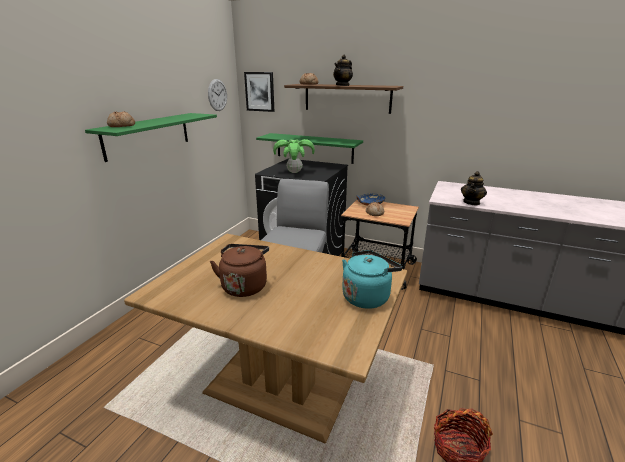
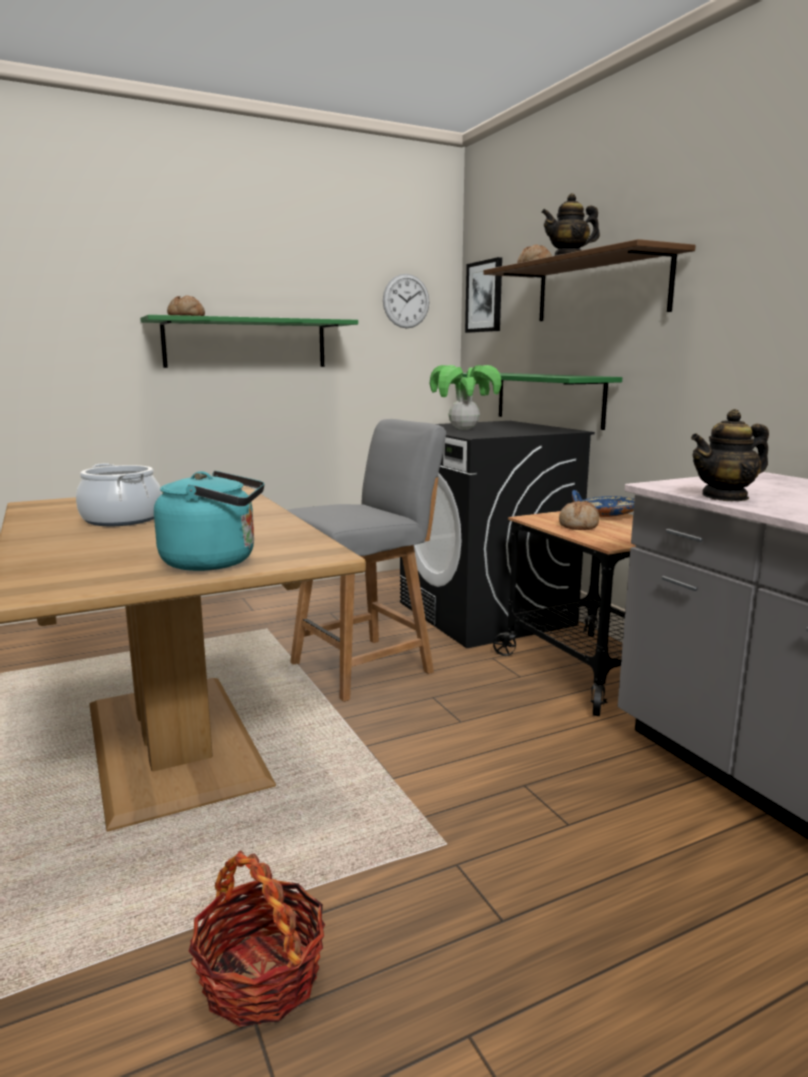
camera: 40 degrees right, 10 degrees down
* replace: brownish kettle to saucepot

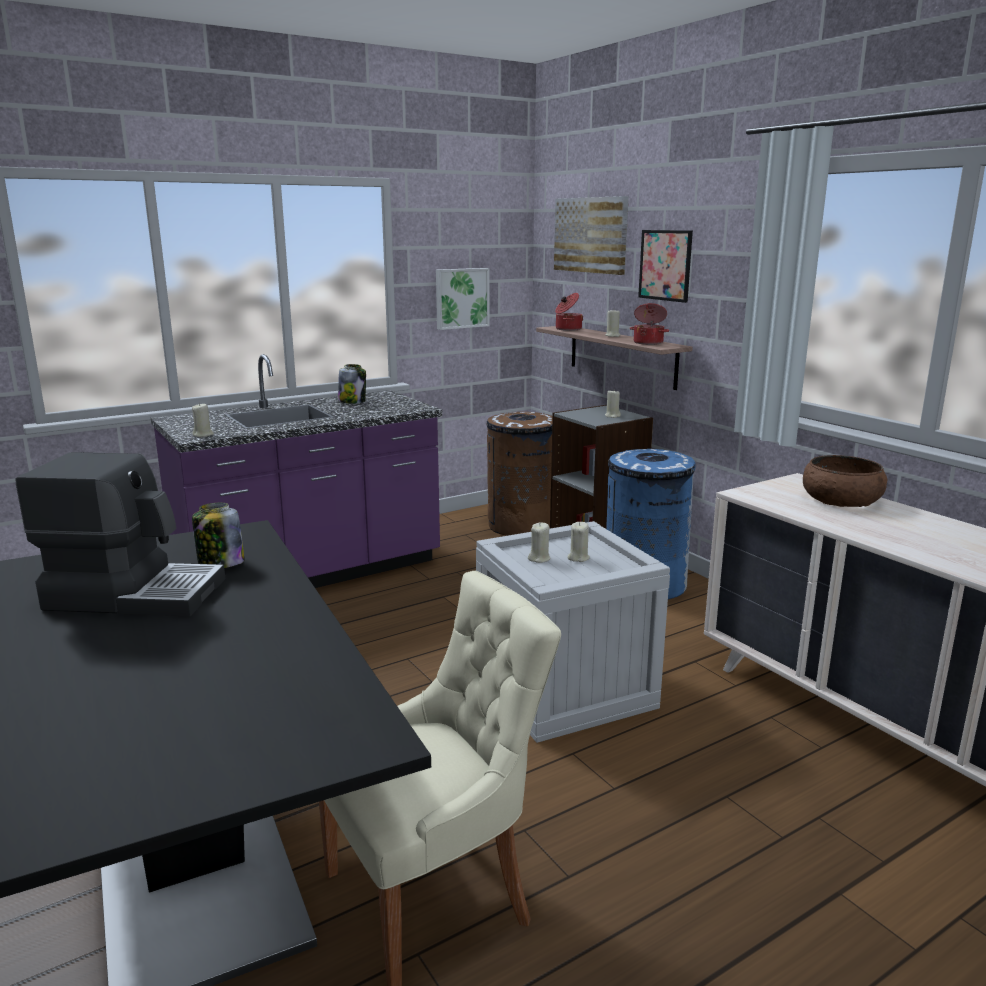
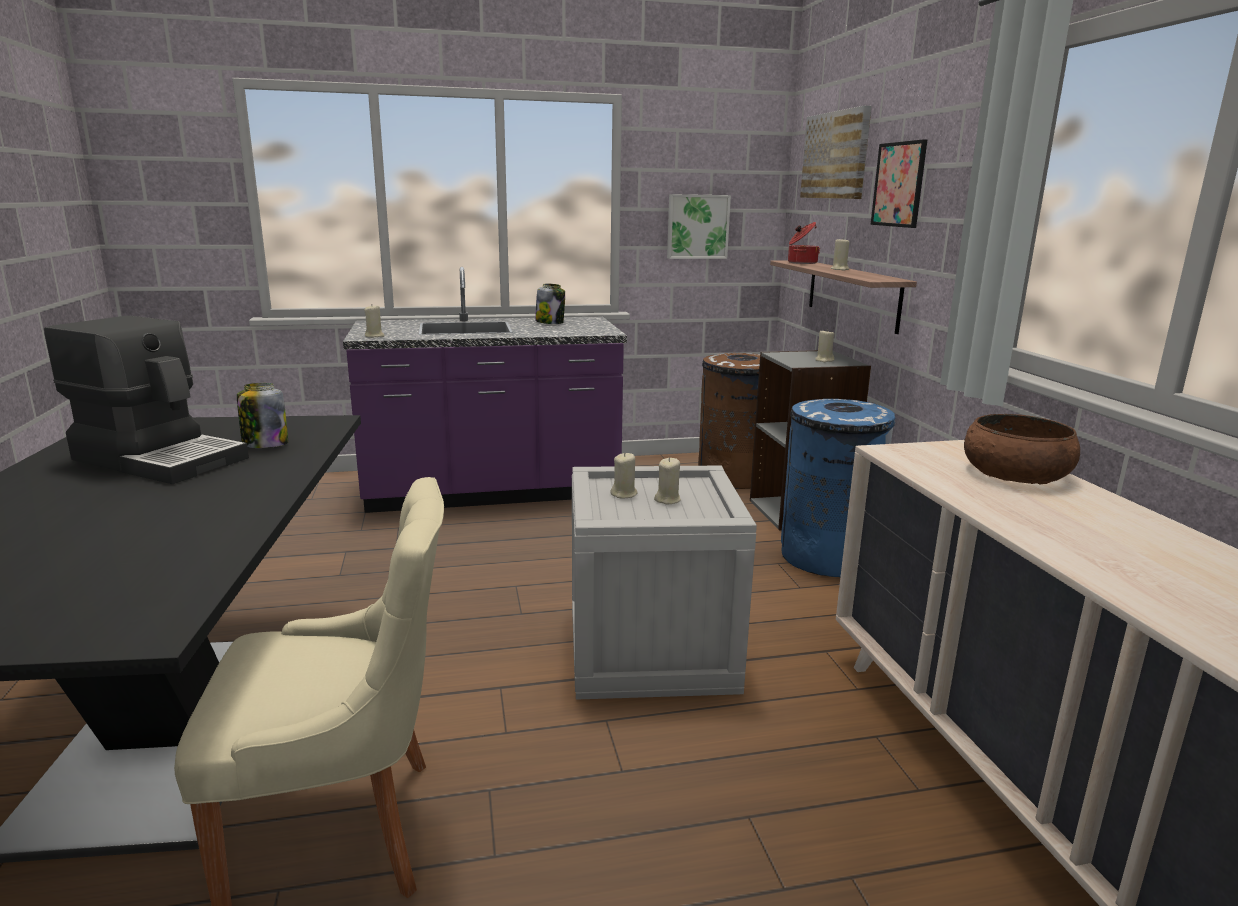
camera: 20 degrees right, 0 degrees up
* delete: saucepot (2nd from left)

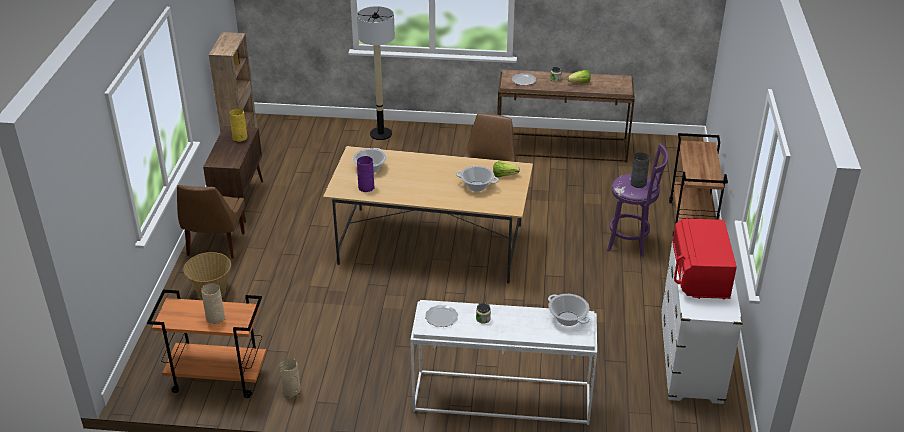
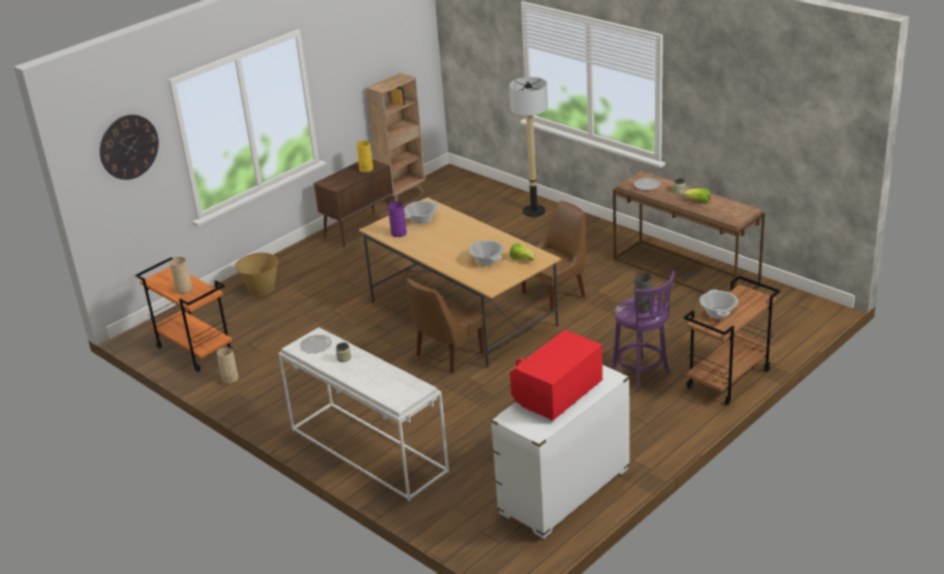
camera: 40 degrees right, 5 degrees down
* move: brownish plain chair (1st from left)
* move: saucepot (3rd from left)
* insert: hanging clock

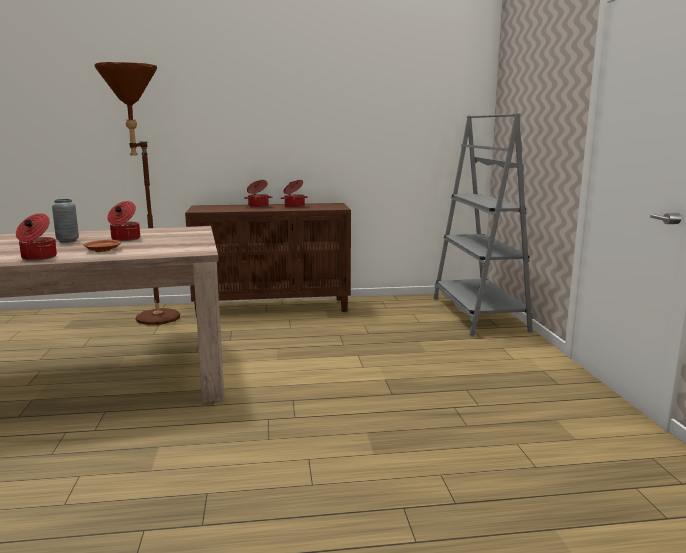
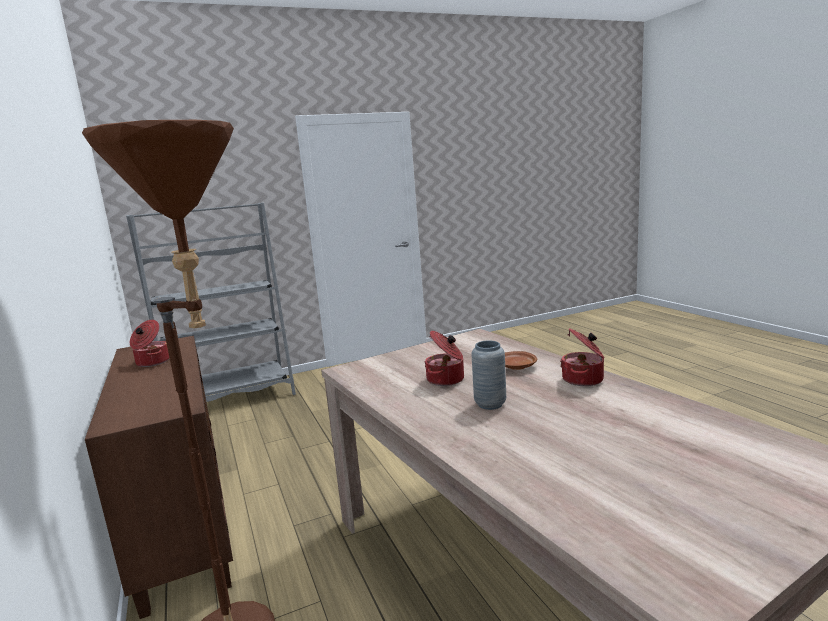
camera: 105 degrees left, 0 degrees up
* delete: saucepot (3rd from left)

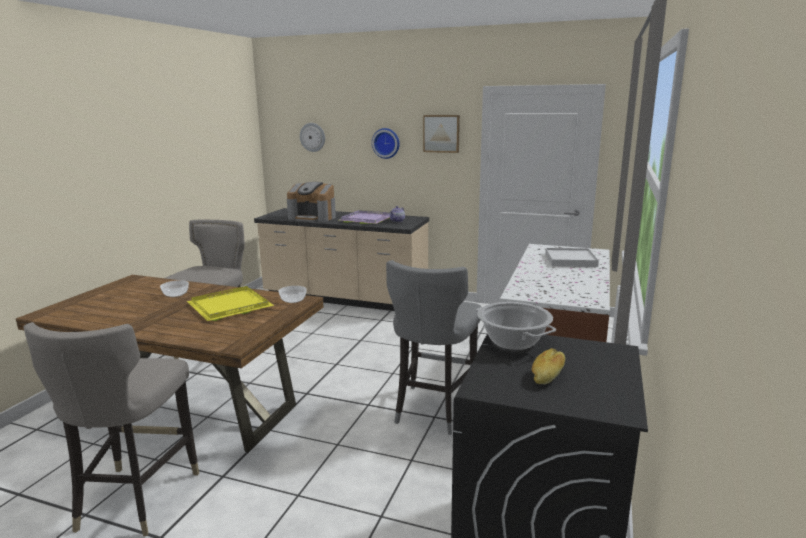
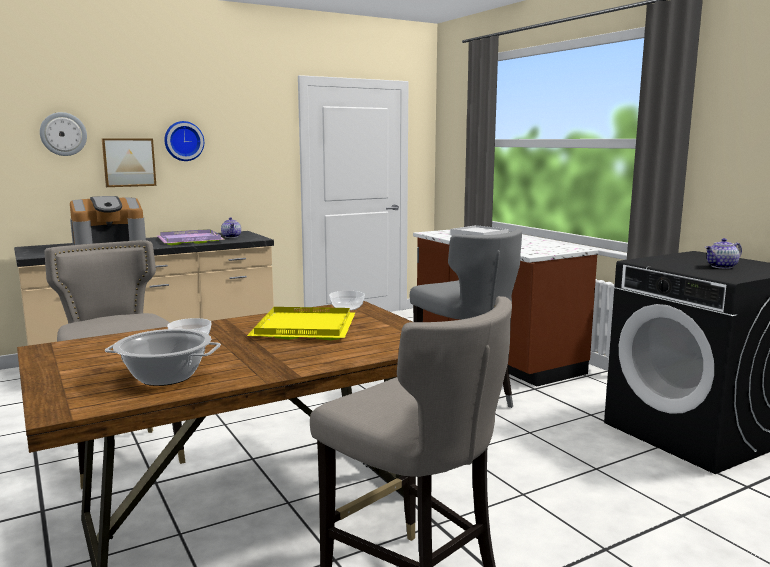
camera: 50 degrees left, 5 degrees down
* move: wall art
* move: saucepot
* replace: baked bread to teapot (2nd from left)

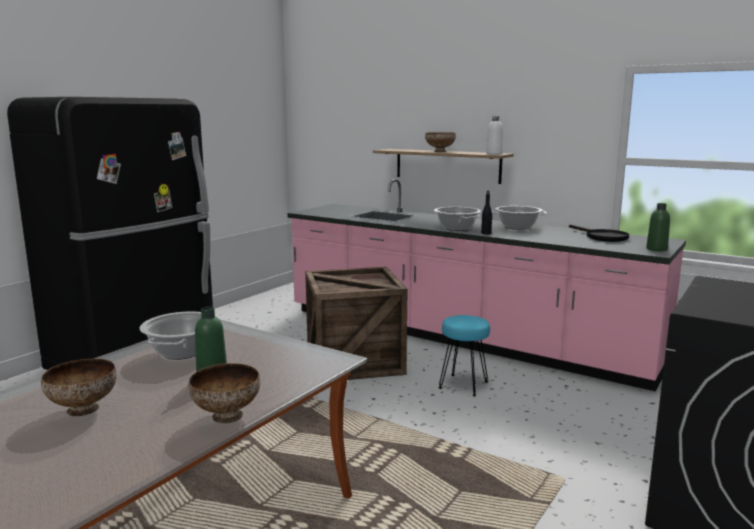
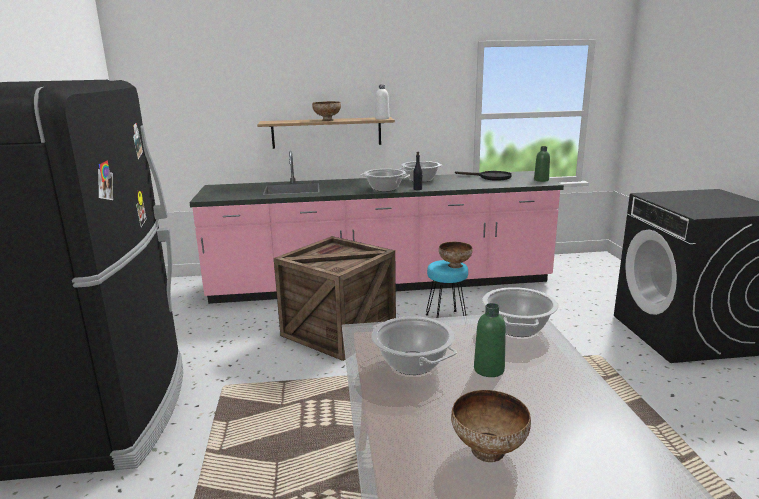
camera: 40 degrees left, 5 degrees up
* move: serving bowl (2nd from left)
* insert: saucepot (4th from left)

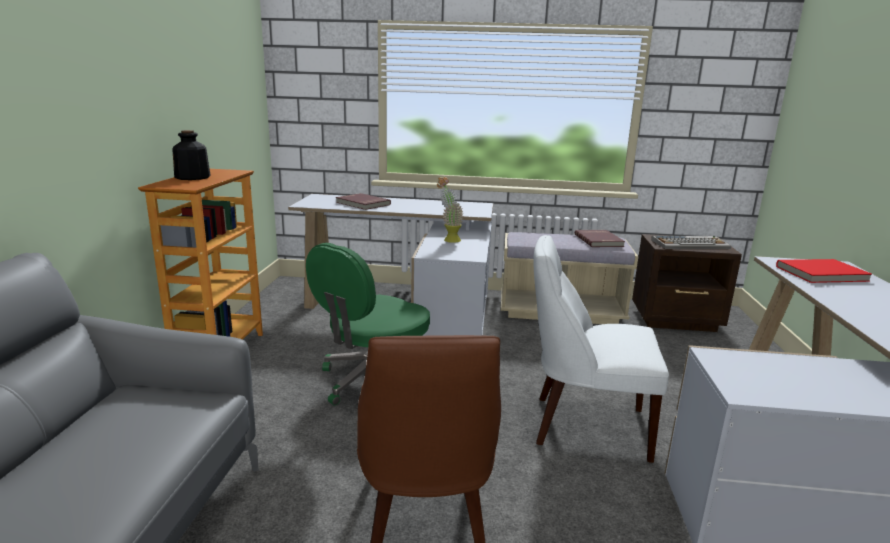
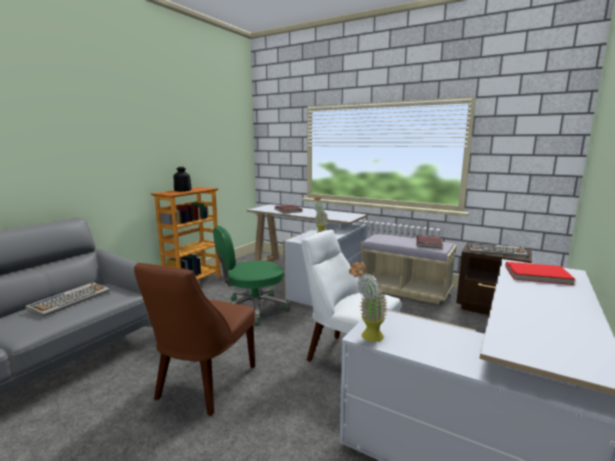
camera: 25 degrees right, 5 degrees down
* insert: PC keyboard (1st from left)
* insert: plant in a pot (2nd from left)

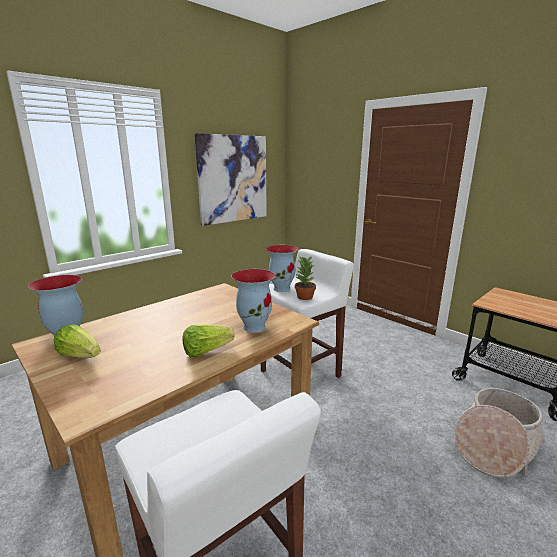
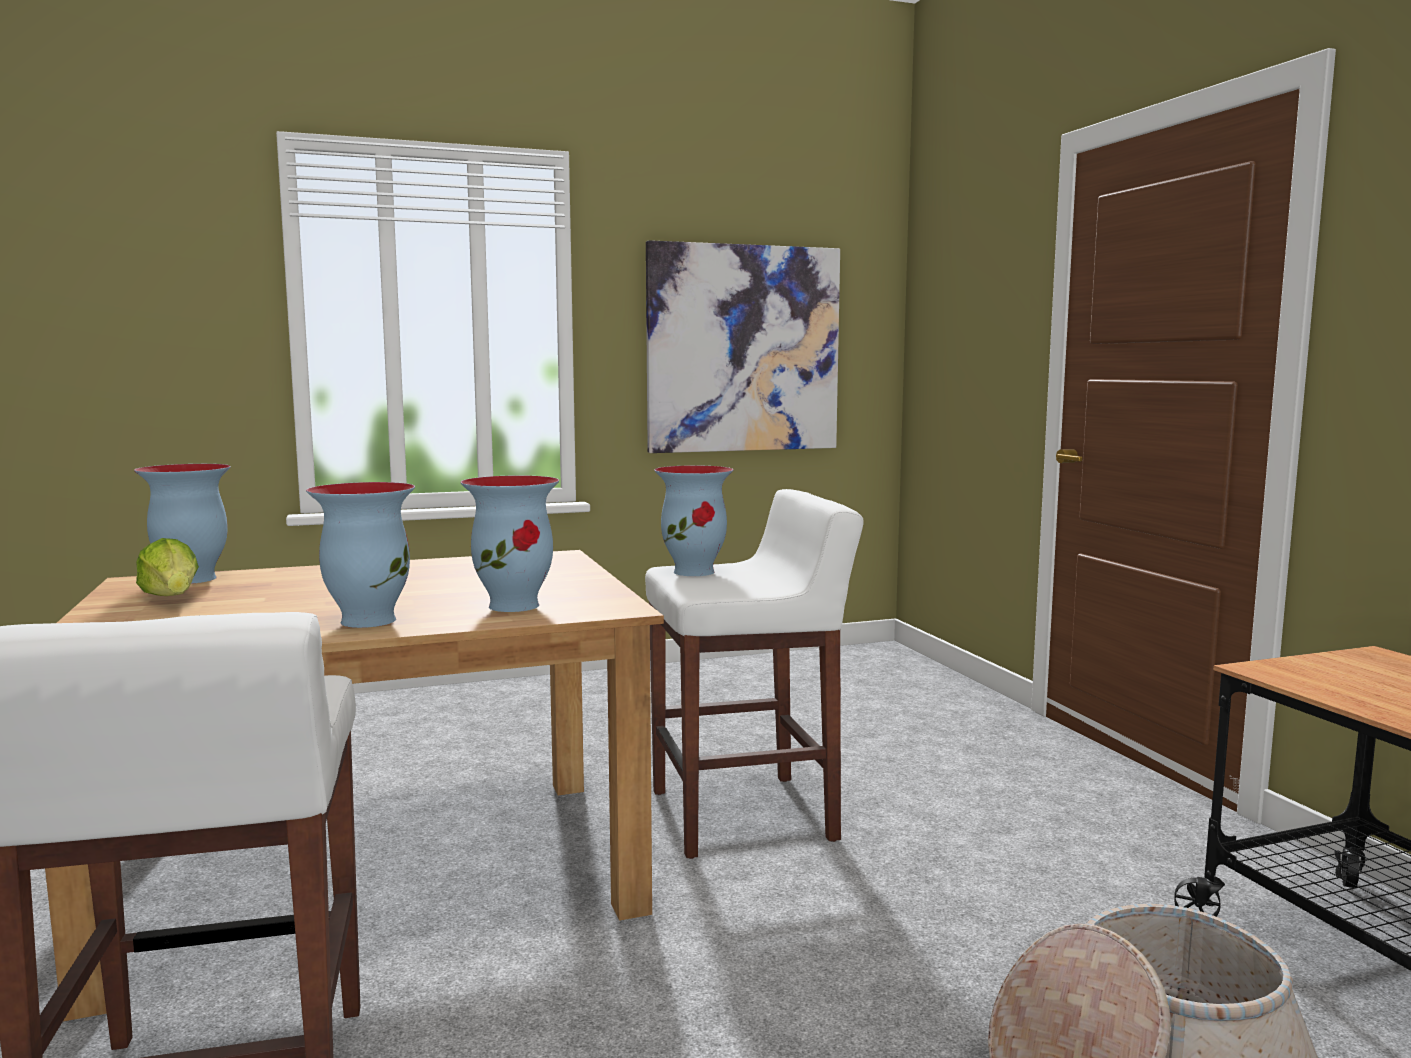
camera: 25 degrees right, 10 degrees down
* replace: head of lettuce (2nd from left) to decorative vase (2nd from left)
* delete: plant in a pot

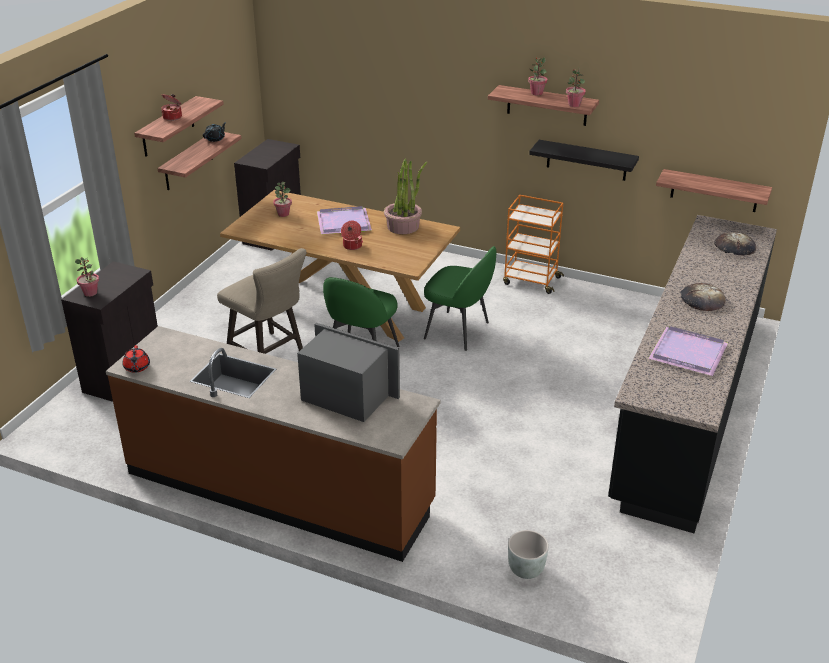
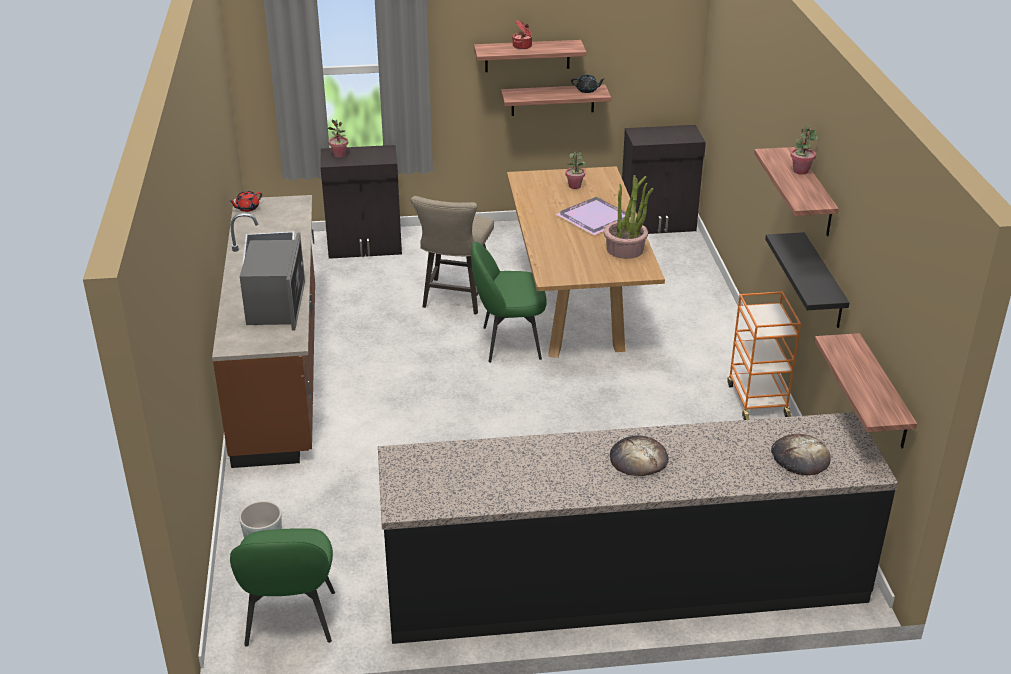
camera: 60 degrees right, 0 degrees up
* delete: saucepot (2nd from left)
* move: green plain chair (2nd from left in the first image) to green plain chair (1st from left)
* delete: plant in a pot (5th from left)
* delete: purple-coloured tray (2nd from left)

